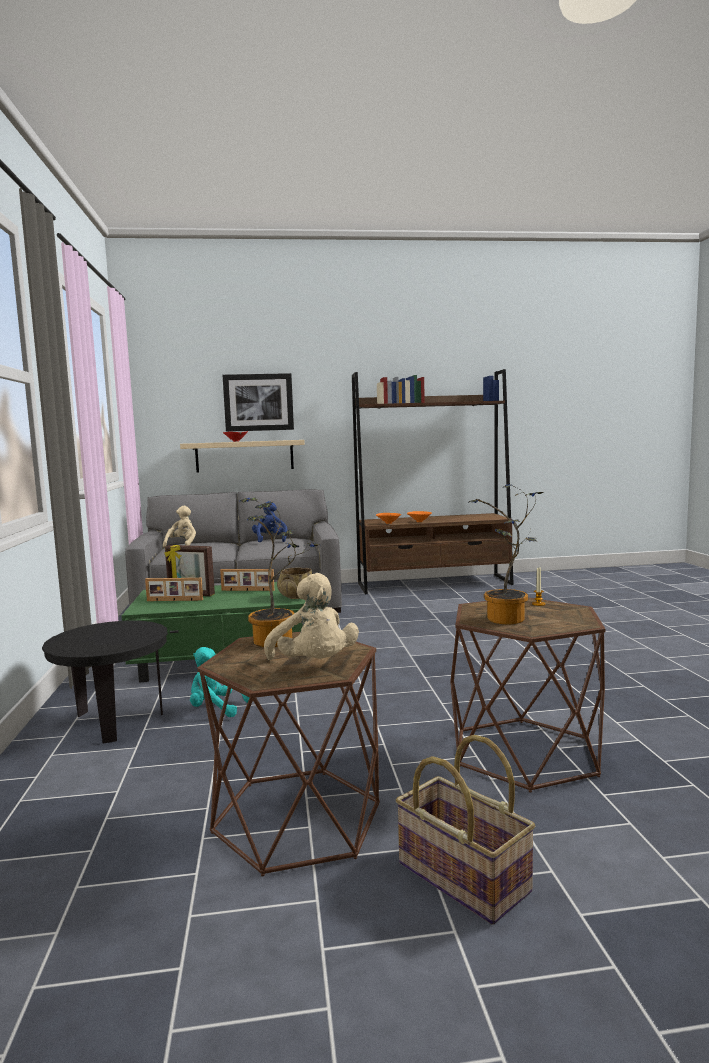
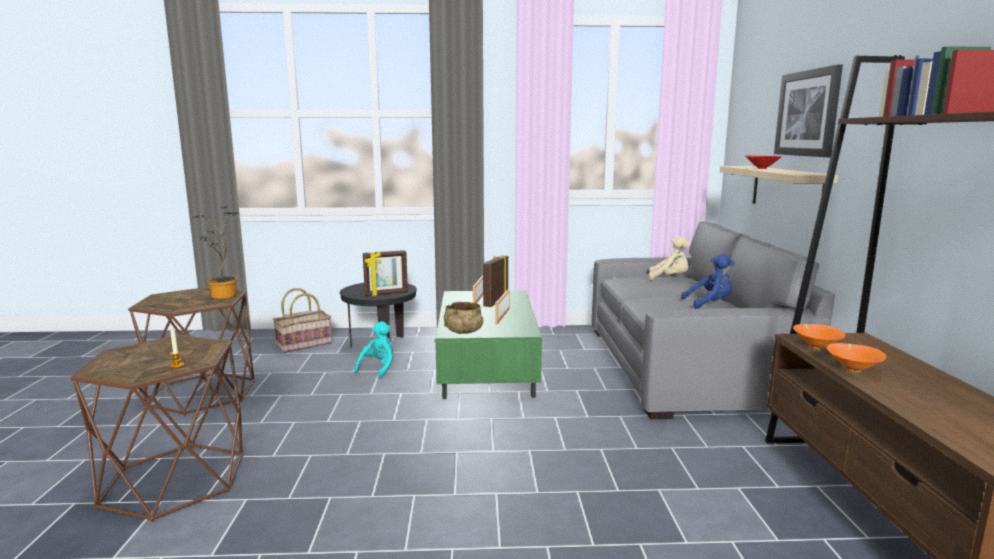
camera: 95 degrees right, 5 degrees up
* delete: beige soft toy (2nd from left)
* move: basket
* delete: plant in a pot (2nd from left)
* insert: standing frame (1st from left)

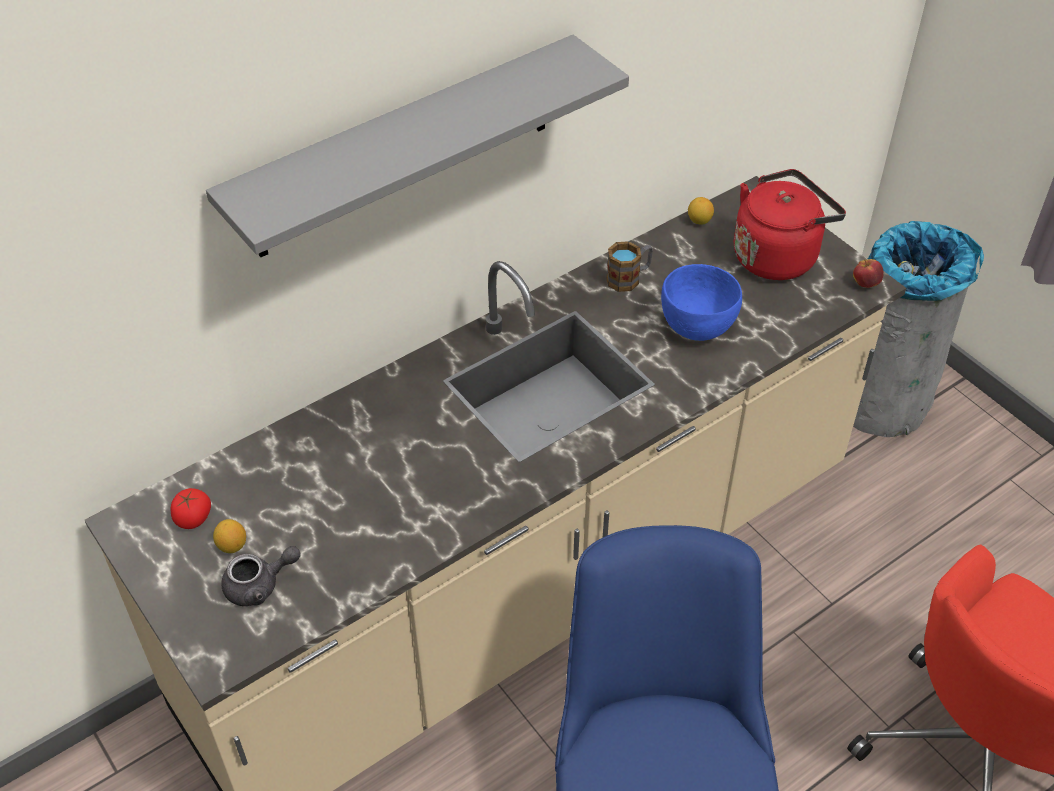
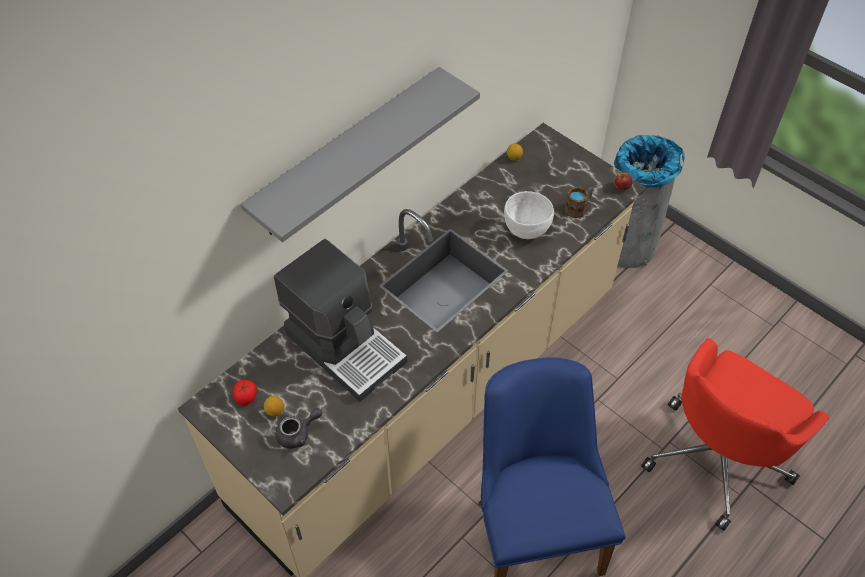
camera: 10 degrees left, 5 degrees up
* move: mug
* recolor: blue-coloured serving bowl to white-coloured serving bowl
* delete: red-coloured kettle
* insert: coffee maker

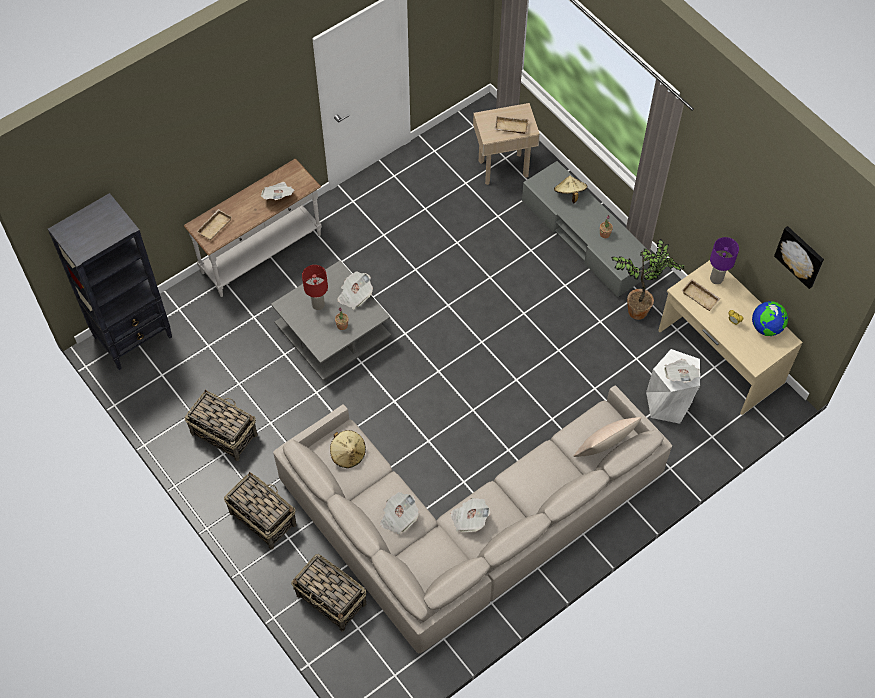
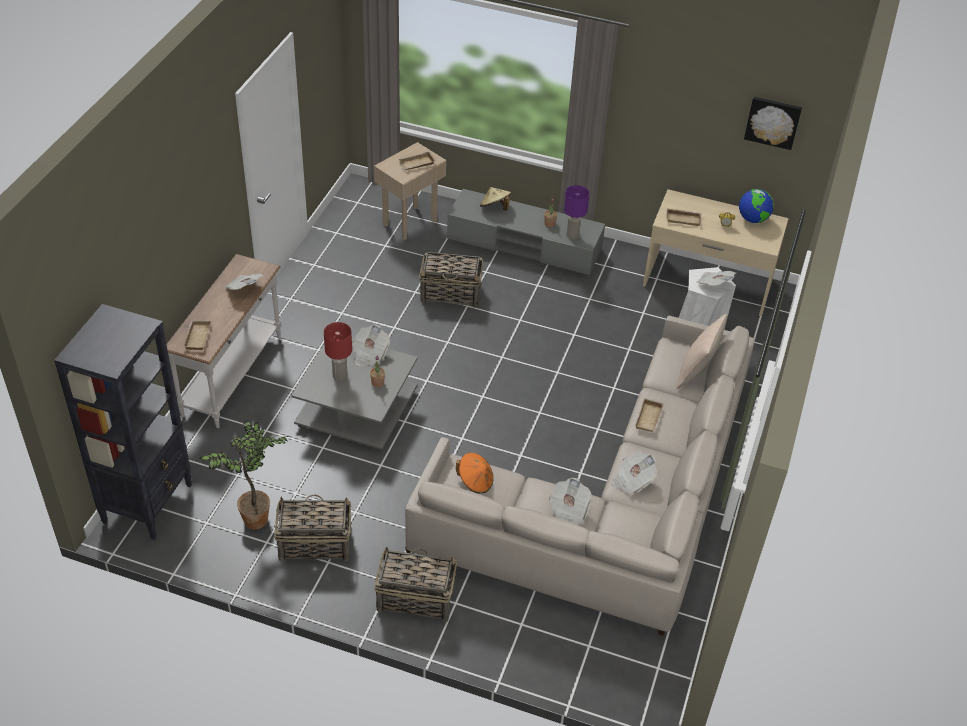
camera: 35 degrees left, 15 degrees down
* move: basket (3rd from left)
* recolor: beige wearable hat (1st from left) to orange-coloured wearable hat
* move: plant in a pot (3rd from left in the first image) to plant in a pot (1st from left)
* move: purple-coloured tabletop lamp
* insert: beige tray (3rd from left)

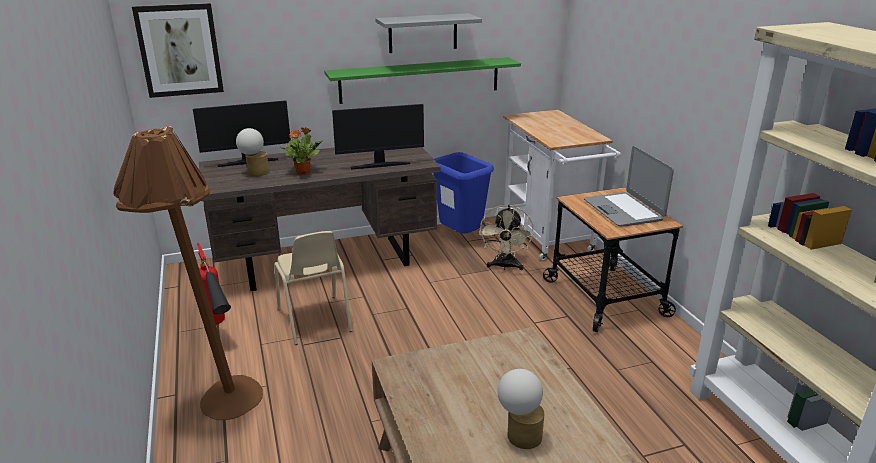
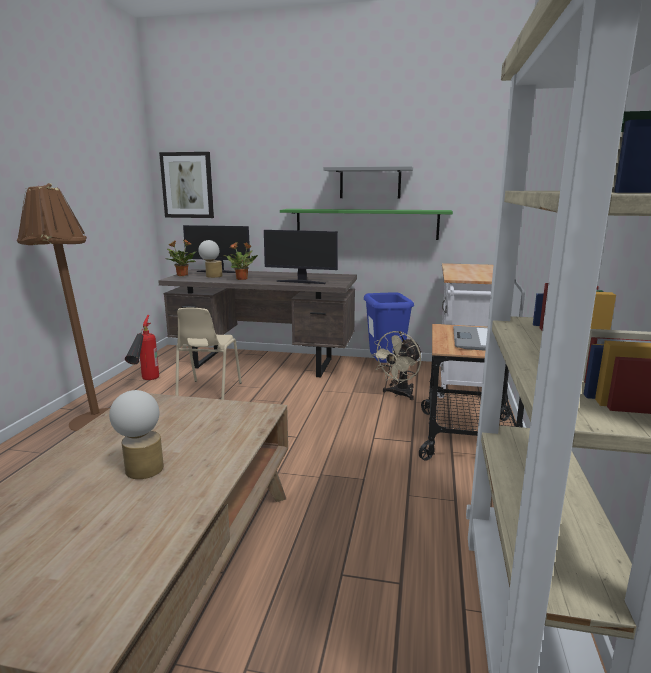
camera: 30 degrees right, 10 degrees down
* insert: plant in a pot (1st from left)

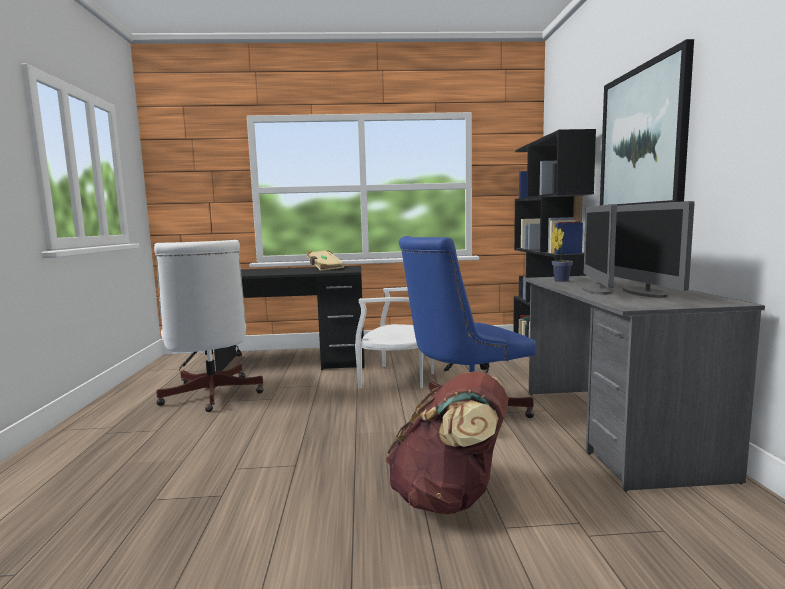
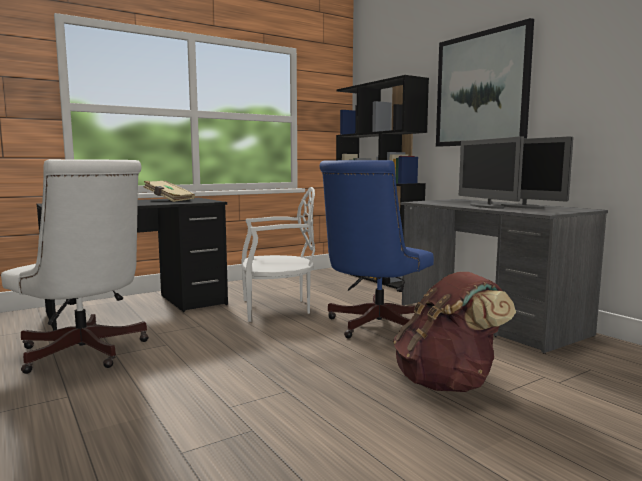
camera: 30 degrees left, 0 degrees up
* delete: plant in a pot

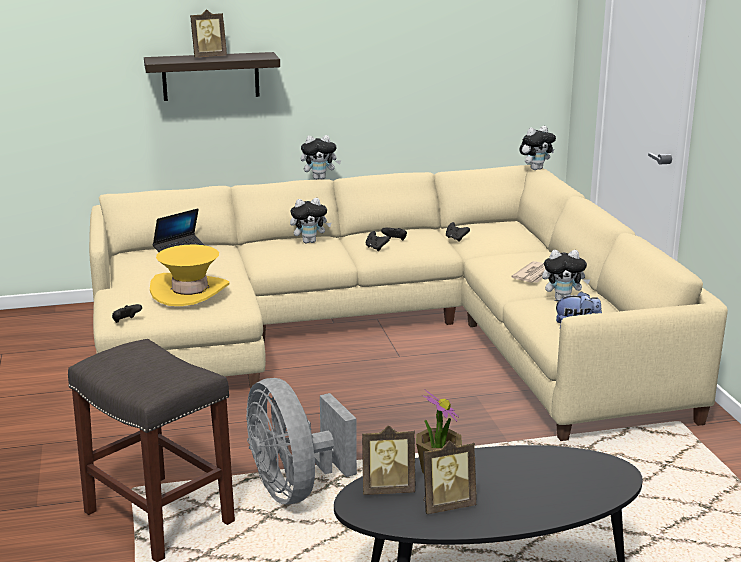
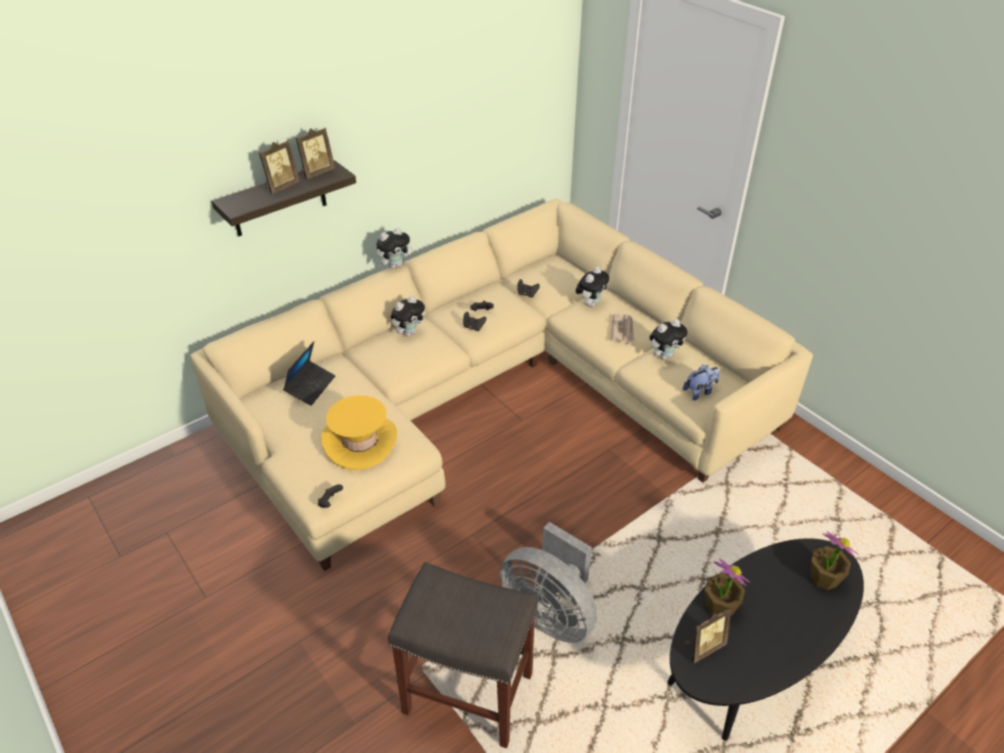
camera: 25 degrees left, 20 degrees up
* move: standing frame (3rd from left in the first image) to standing frame (2nd from left)
* move: soft toy (3rd from left)
* insert: plant in a pot (2nd from left)

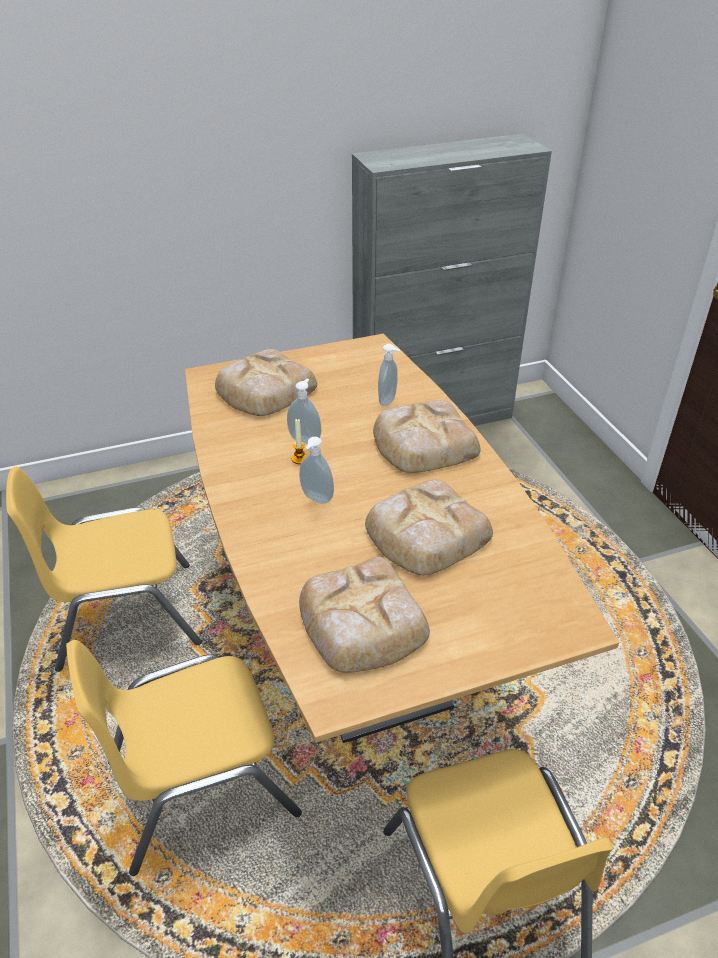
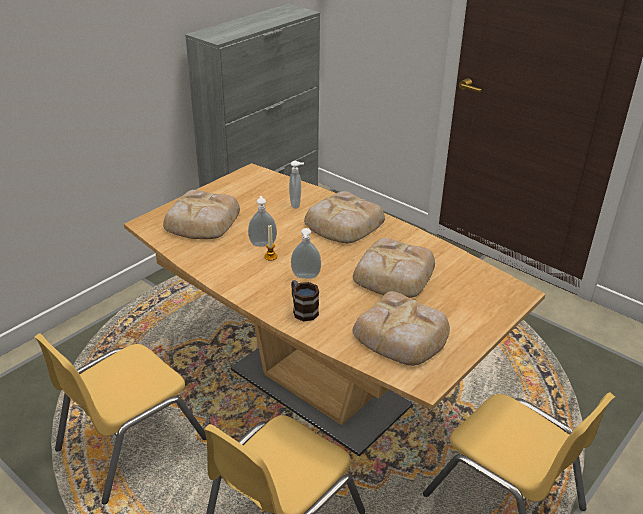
camera: 30 degrees left, 5 degrees down
* insert: mug

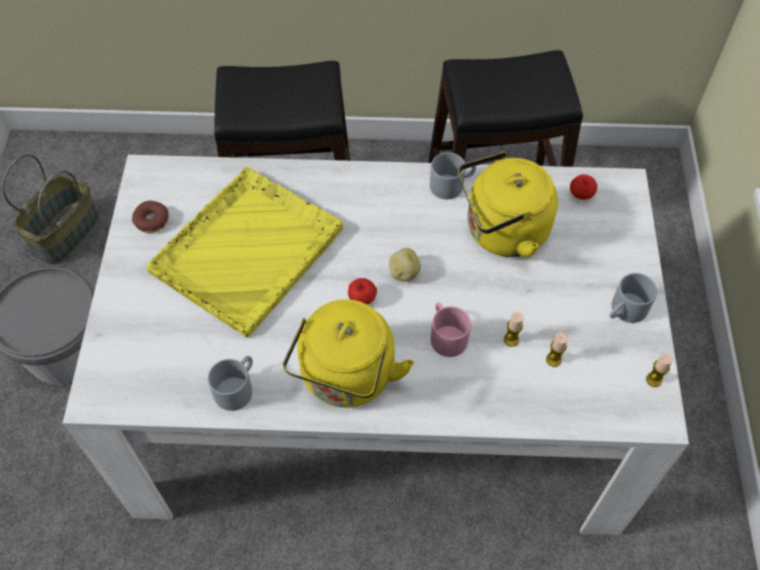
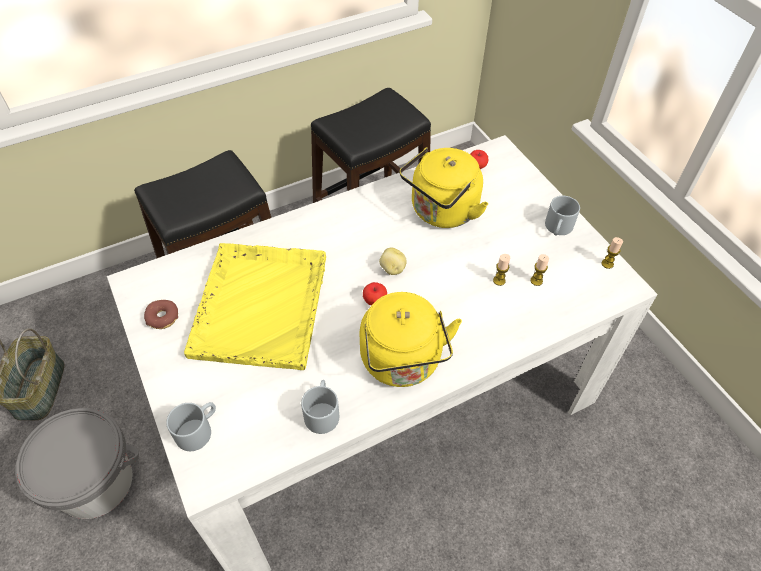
camera: 30 degrees left, 5 degrees down
* move: greyish mug (2nd from left in the first image) to greyish mug (1st from left)
* delete: pink-coloured mug

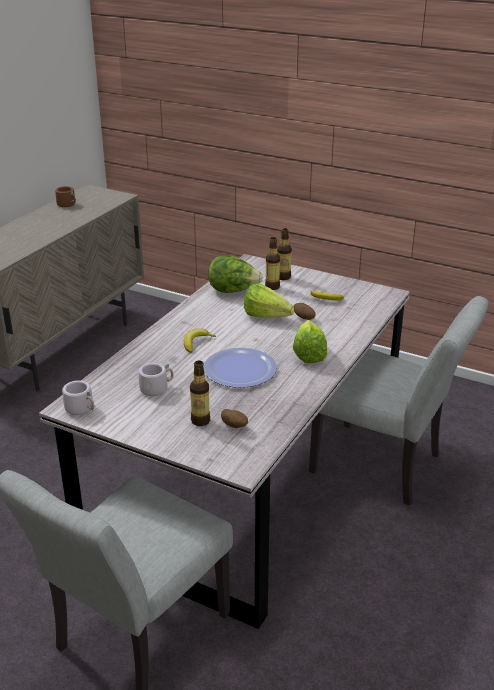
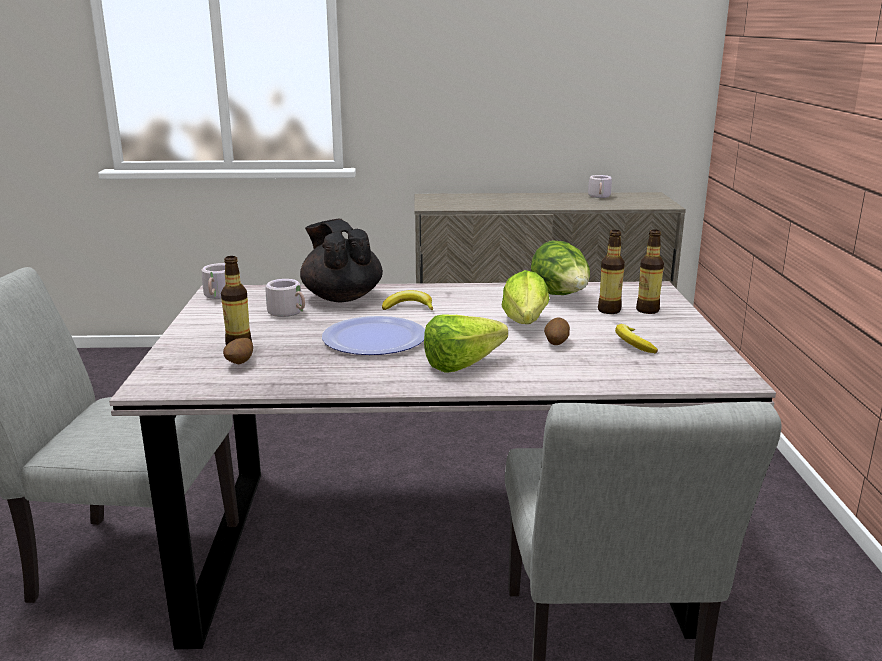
camera: 60 degrees right, 10 degrees down
* recolor: brownish mug to greyish mug (3rd from left)
* insert: black teapot

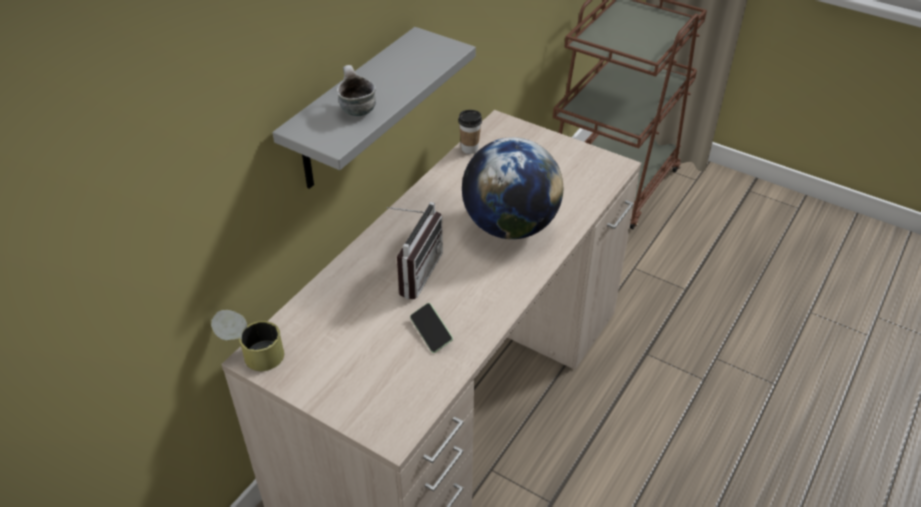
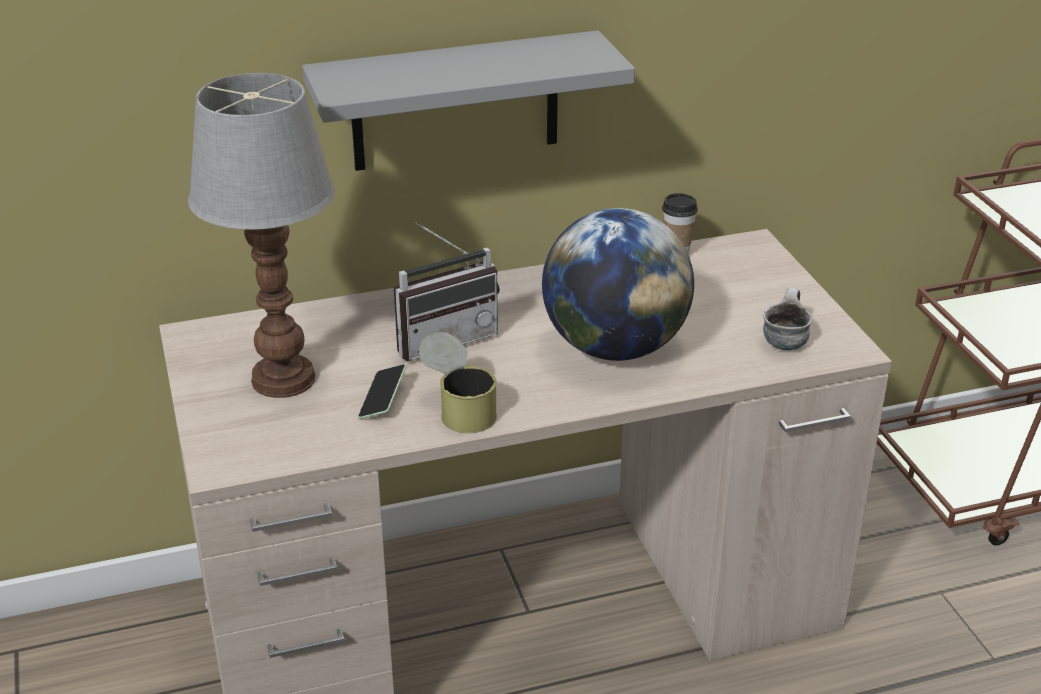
camera: 40 degrees right, 10 degrees down
* move: sealed can
* move: mug
* insert: tabletop lamp

